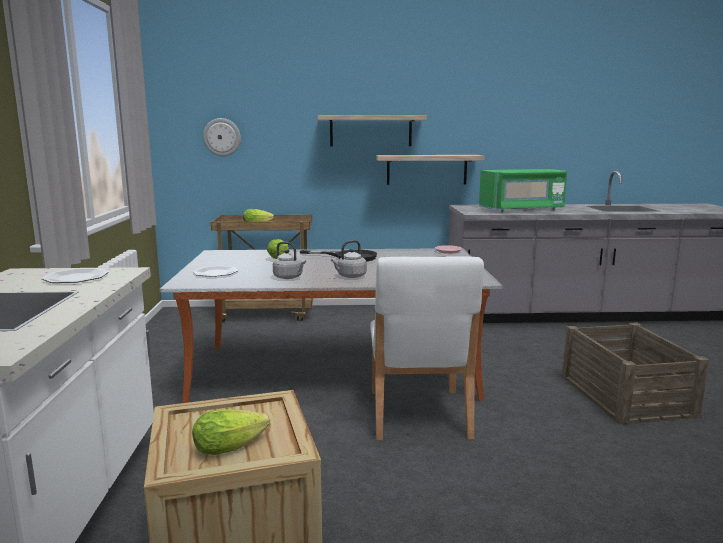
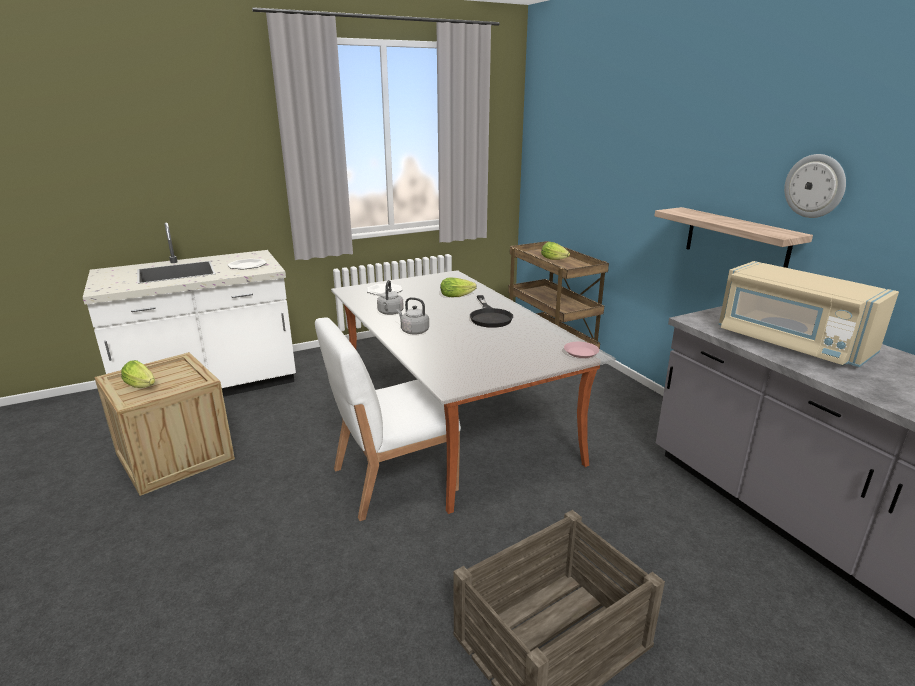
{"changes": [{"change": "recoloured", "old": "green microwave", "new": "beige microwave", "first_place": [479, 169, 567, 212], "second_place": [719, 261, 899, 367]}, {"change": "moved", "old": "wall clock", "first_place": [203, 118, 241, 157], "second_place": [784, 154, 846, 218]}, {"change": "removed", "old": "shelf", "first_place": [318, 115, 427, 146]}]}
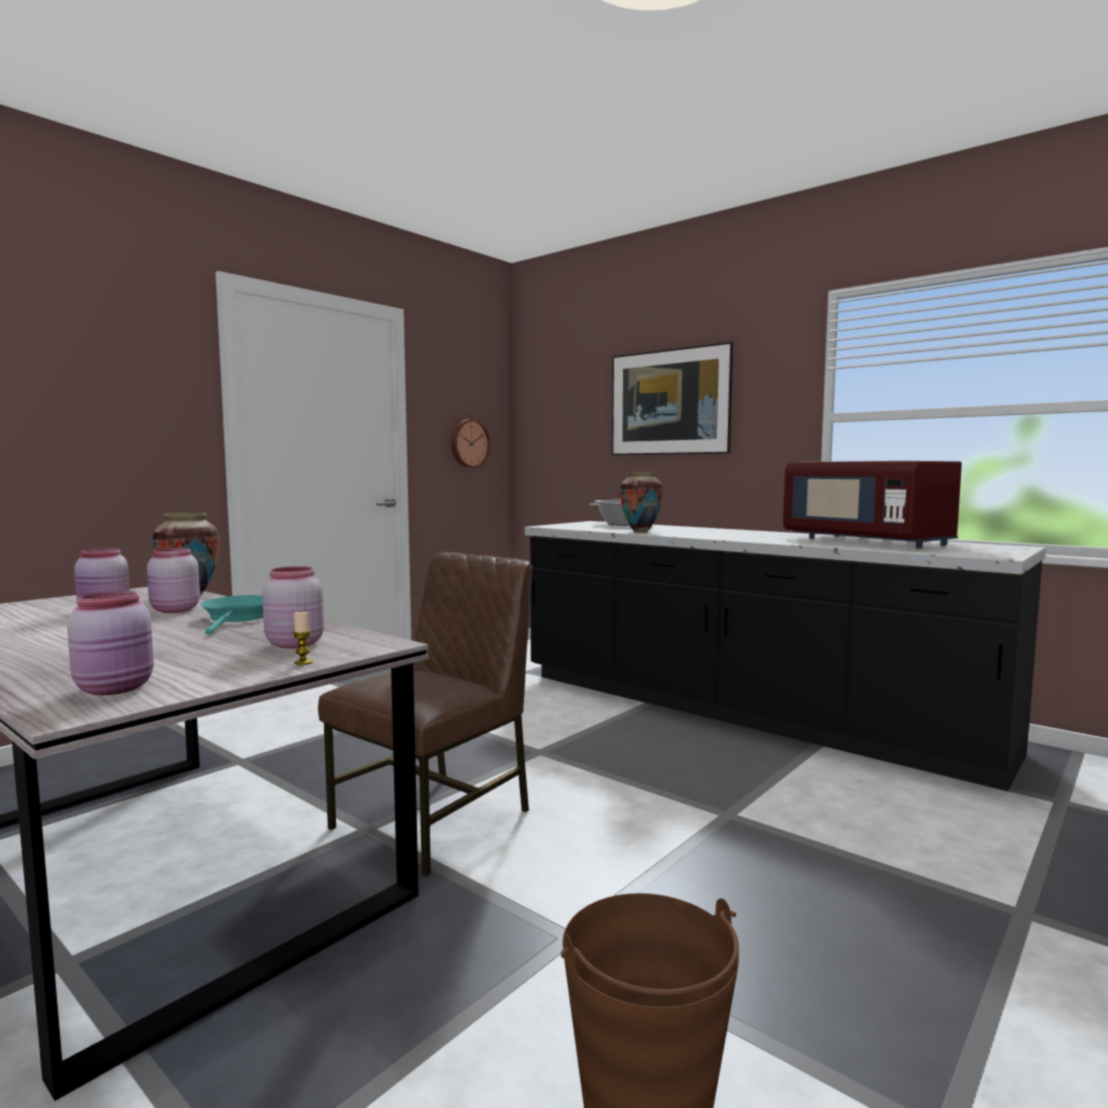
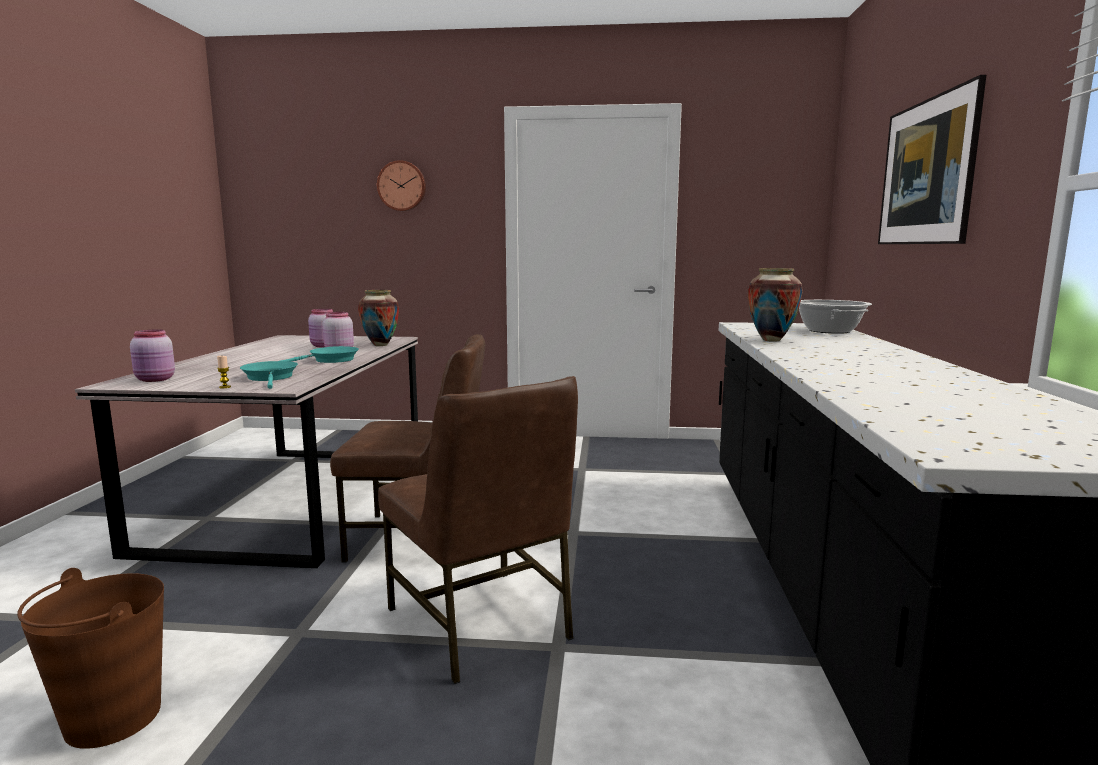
{"changes": [{"change": "replaced", "old": "pink jar", "new": "turquoise frying pan", "first_place": [262, 566, 324, 648], "second_place": [240, 361, 298, 389]}, {"change": "moved", "old": "wall clock", "first_place": [451, 419, 490, 468], "second_place": [377, 160, 426, 211]}, {"change": "added", "new": "brown chair", "second_place": [378, 376, 578, 684]}, {"change": "removed", "old": "red microwave", "first_place": [783, 461, 962, 548]}]}
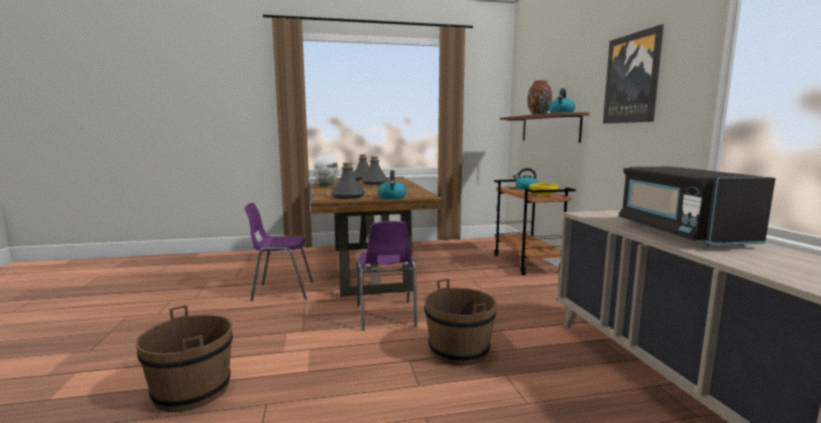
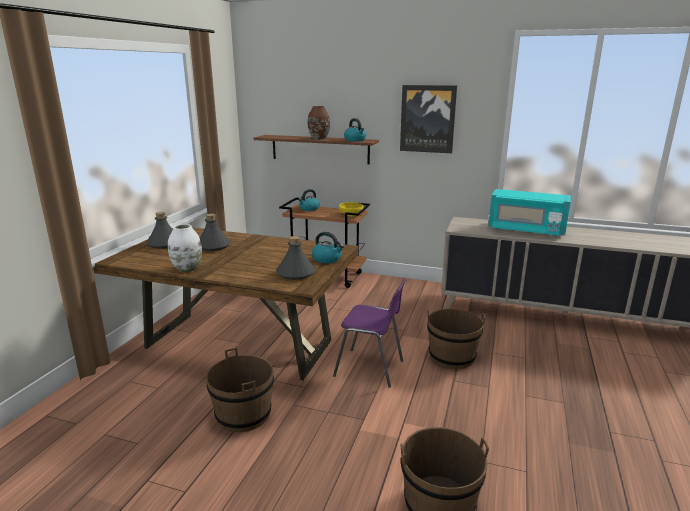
{"changes": [{"change": "replaced", "old": "purple chair", "new": "brown bucket", "first_place": [244, 203, 313, 301], "second_place": [206, 348, 274, 432]}, {"change": "recoloured", "old": "black microwave", "new": "turquoise microwave", "first_place": [619, 166, 776, 247], "second_place": [488, 189, 571, 236]}]}
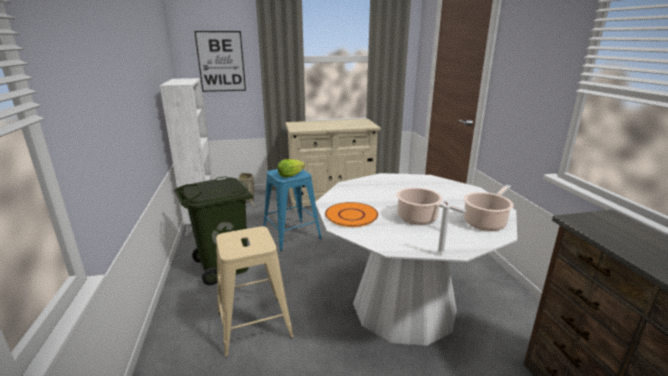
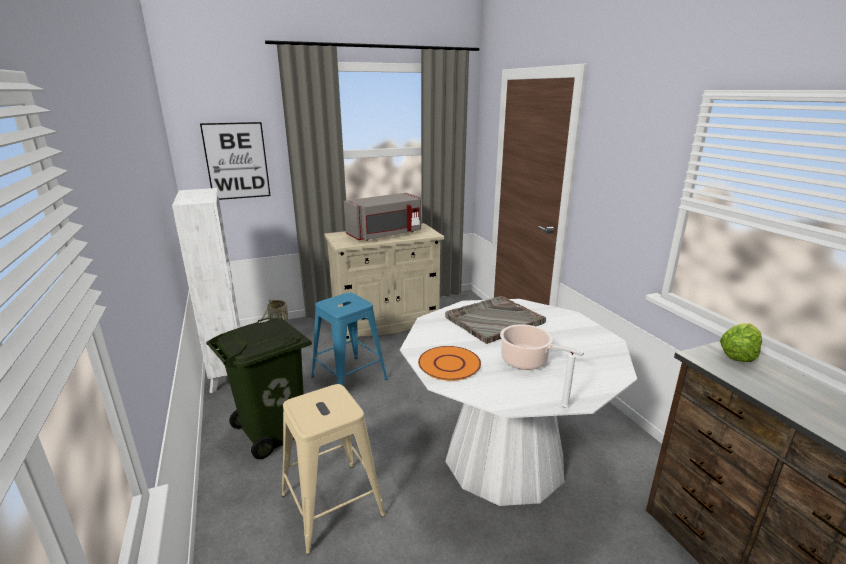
{"changes": [{"change": "added", "new": "grey microwave", "second_place": [344, 193, 421, 241]}, {"change": "added", "new": "grey tray", "second_place": [445, 296, 546, 344]}, {"change": "moved", "old": "lettuce", "first_place": [278, 159, 305, 178], "second_place": [720, 323, 762, 362]}, {"change": "removed", "old": "cooking pot", "first_place": [464, 185, 514, 231]}]}
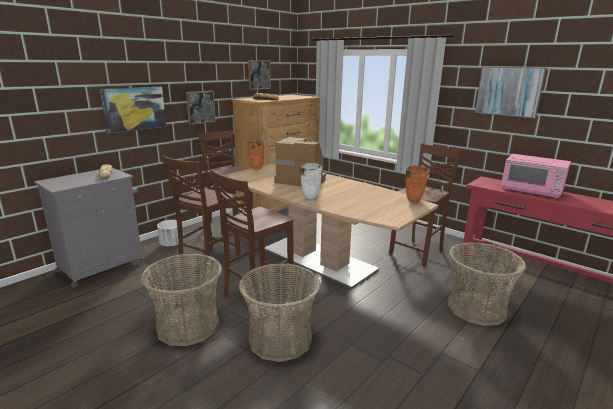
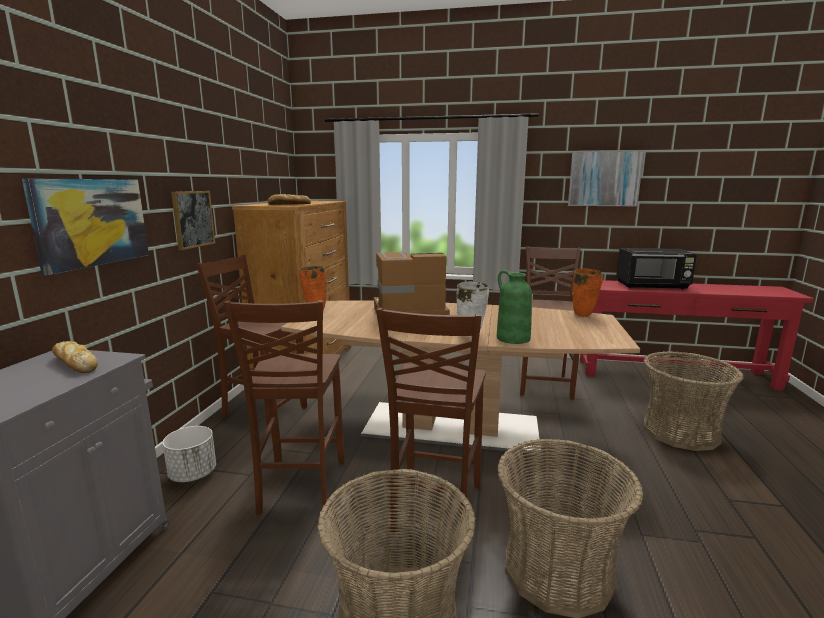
{"changes": [{"change": "added", "new": "green vase", "second_place": [497, 270, 532, 344]}, {"change": "recoloured", "old": "pink microwave", "new": "black microwave", "first_place": [501, 154, 571, 198], "second_place": [616, 248, 697, 289]}, {"change": "removed", "old": "picture", "first_place": [248, 60, 271, 90]}]}
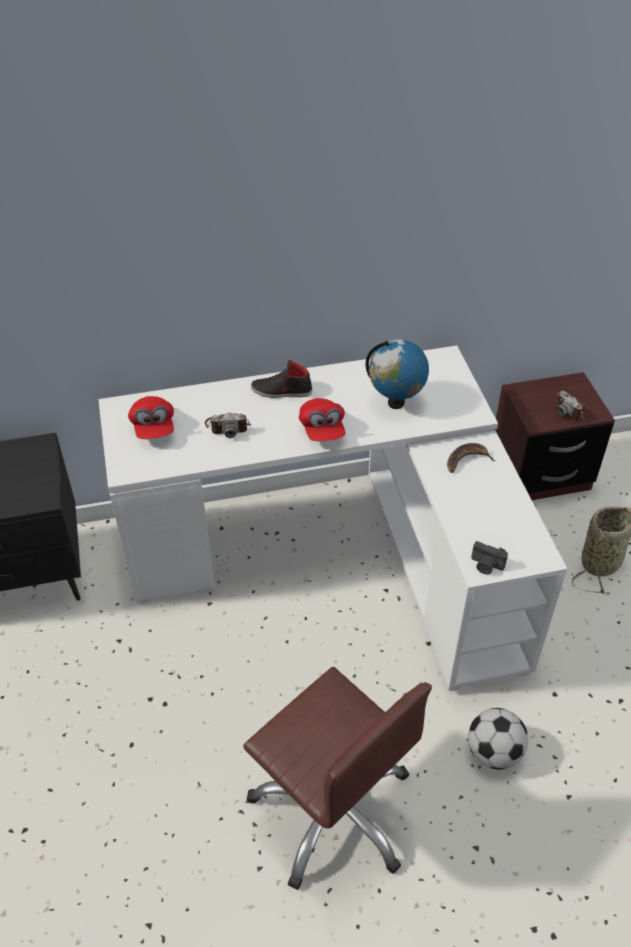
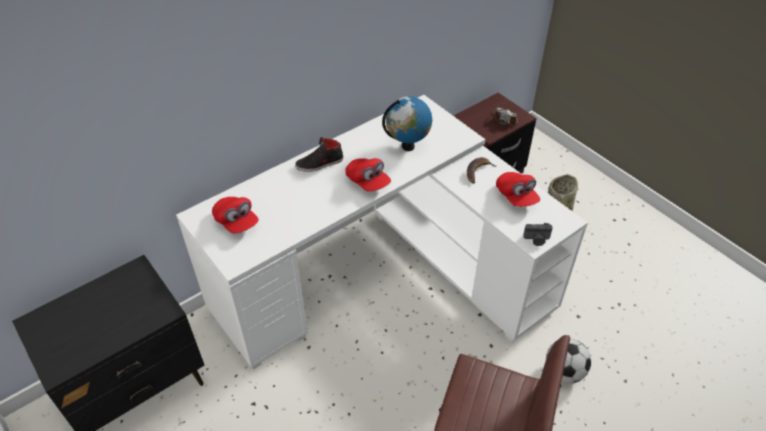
{"changes": [{"change": "added", "new": "red cap", "second_place": [496, 172, 540, 207]}, {"change": "removed", "old": "photo camera", "first_place": [205, 413, 251, 438]}]}
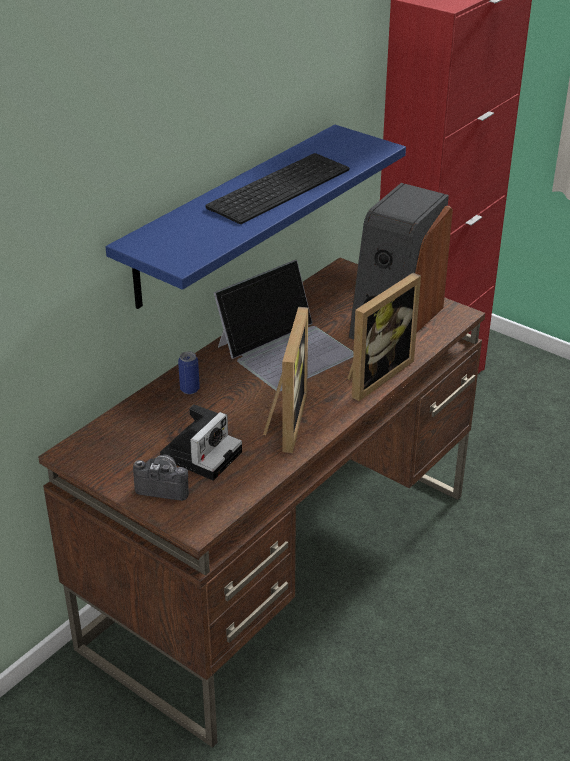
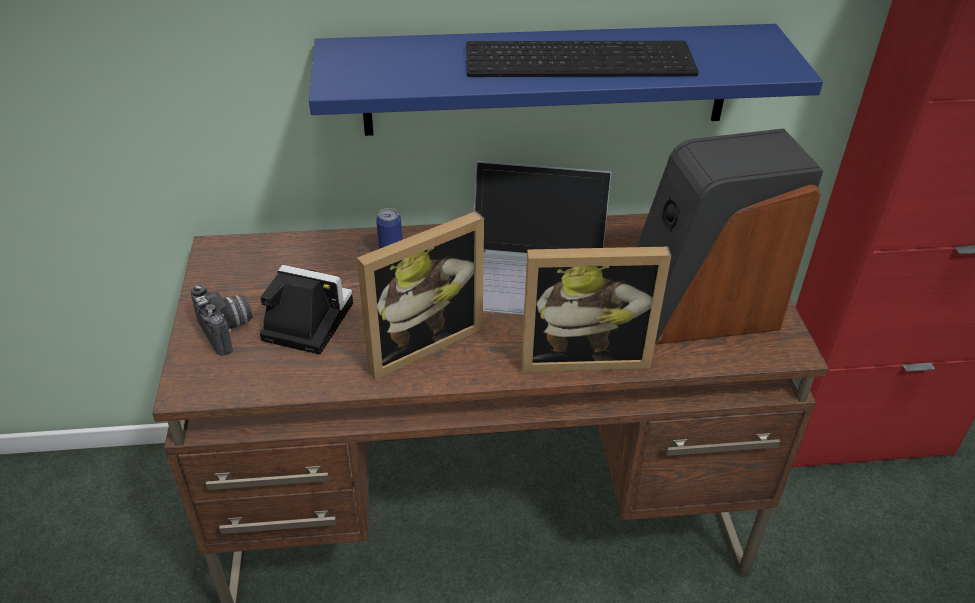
{"changes": [{"change": "turned", "old": "photo camera", "first_place": [160, 405, 242, 480], "second_place": [260, 265, 353, 354], "degrees": -150}]}
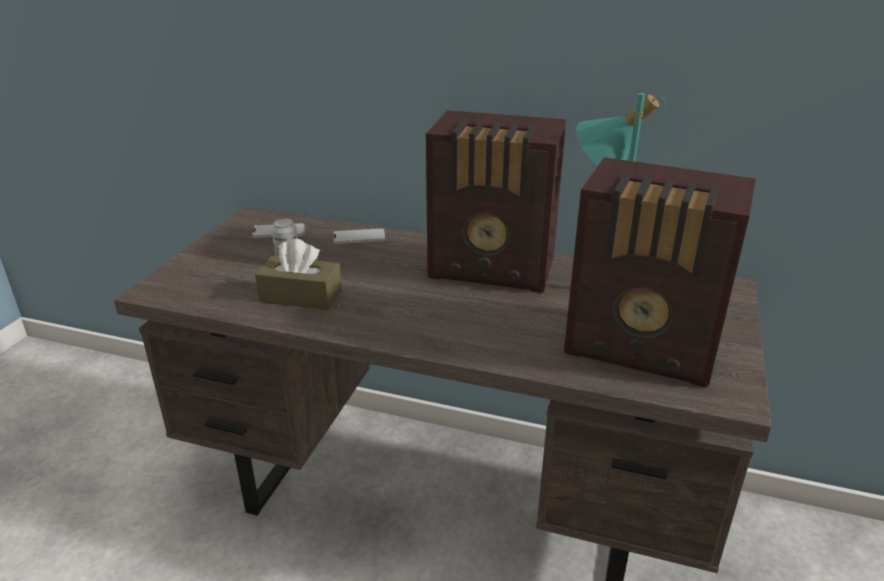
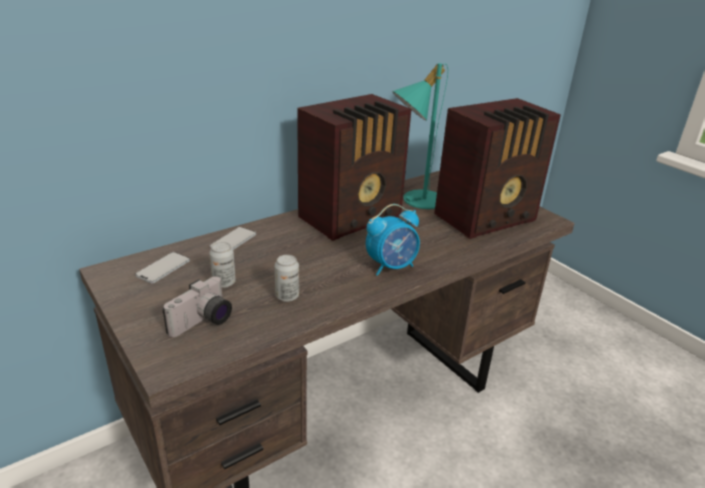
{"changes": [{"change": "added", "new": "photo camera", "second_place": [163, 277, 232, 337]}, {"change": "replaced", "old": "brown tissue box", "new": "can", "first_place": [255, 239, 342, 310], "second_place": [275, 255, 299, 302]}, {"change": "added", "new": "alarm clock", "second_place": [366, 204, 420, 276]}]}
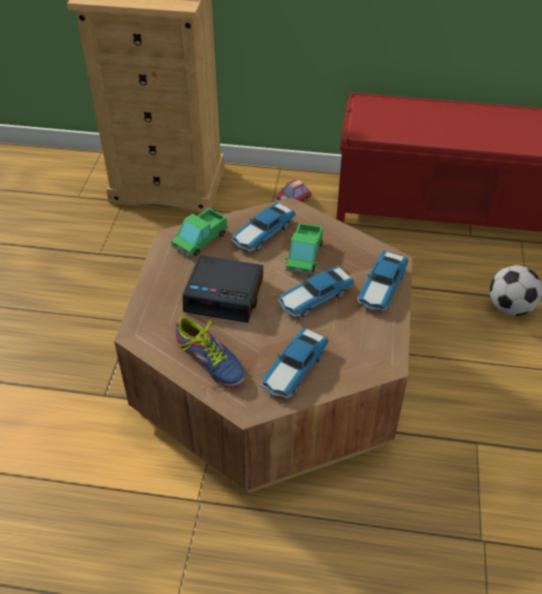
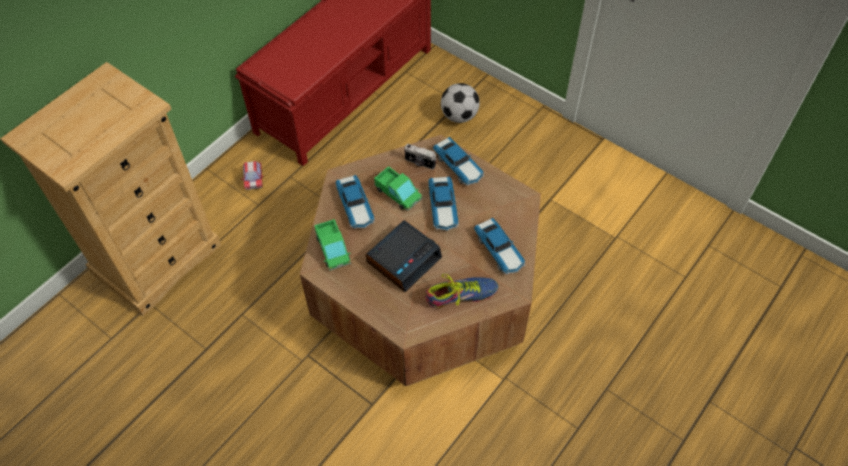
{"changes": [{"change": "added", "new": "photo camera", "second_place": [404, 144, 437, 170]}]}
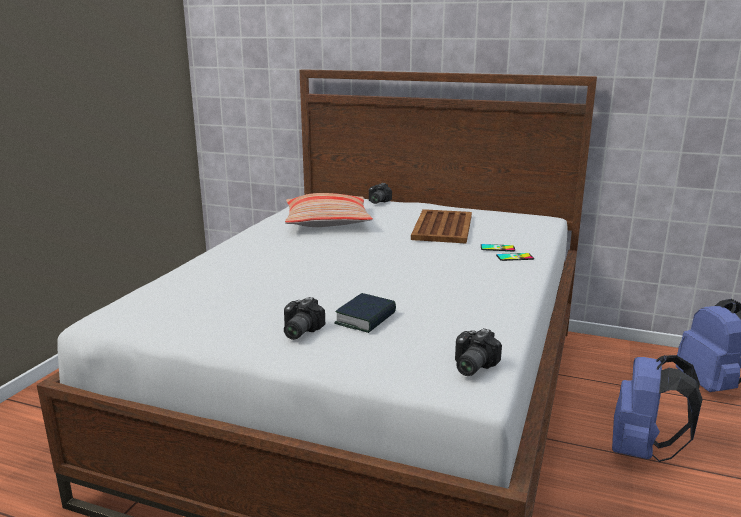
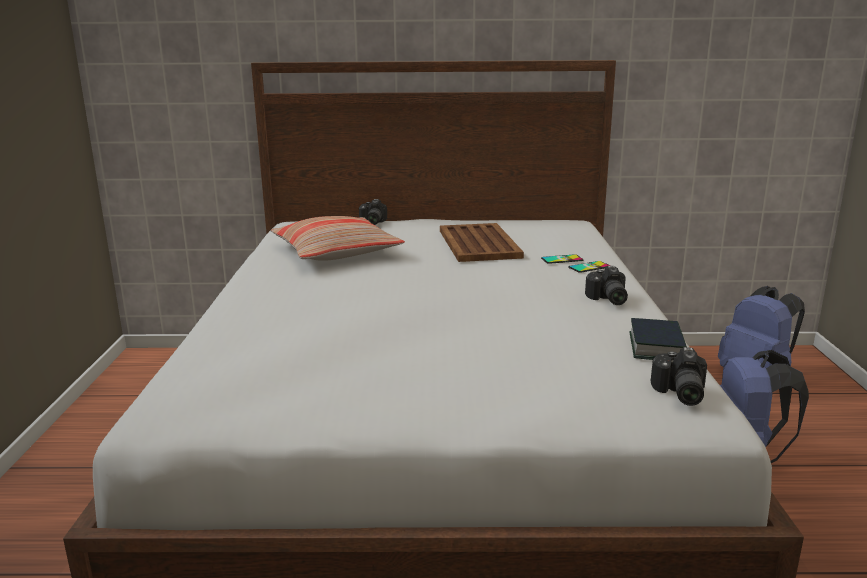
{"changes": [{"change": "moved", "old": "photo camera", "first_place": [284, 297, 325, 340], "second_place": [585, 266, 628, 305]}, {"change": "moved", "old": "book", "first_place": [334, 293, 396, 333], "second_place": [630, 318, 687, 360]}]}
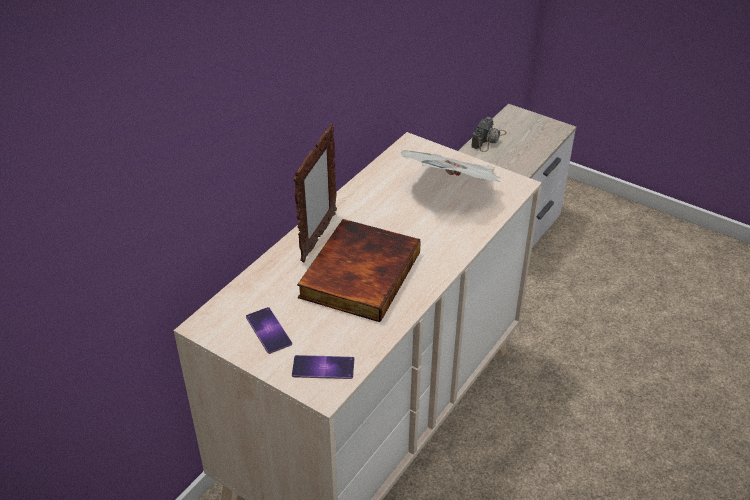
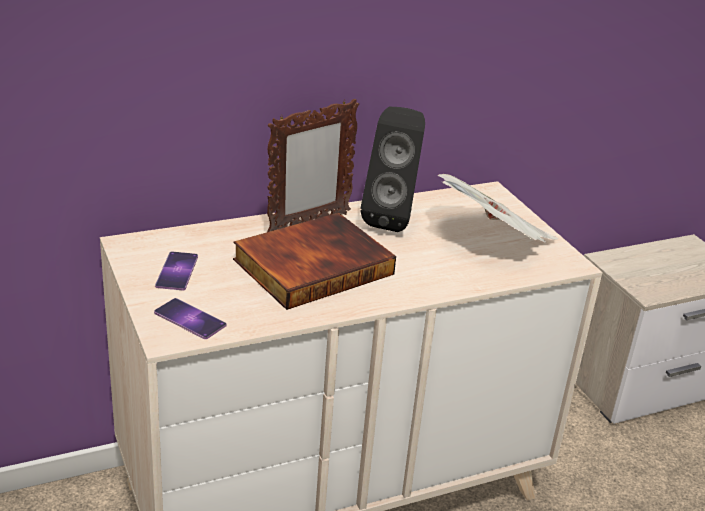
{"changes": [{"change": "added", "new": "black speaker", "second_place": [360, 106, 425, 232]}, {"change": "removed", "old": "photo camera", "first_place": [471, 117, 507, 152]}]}
